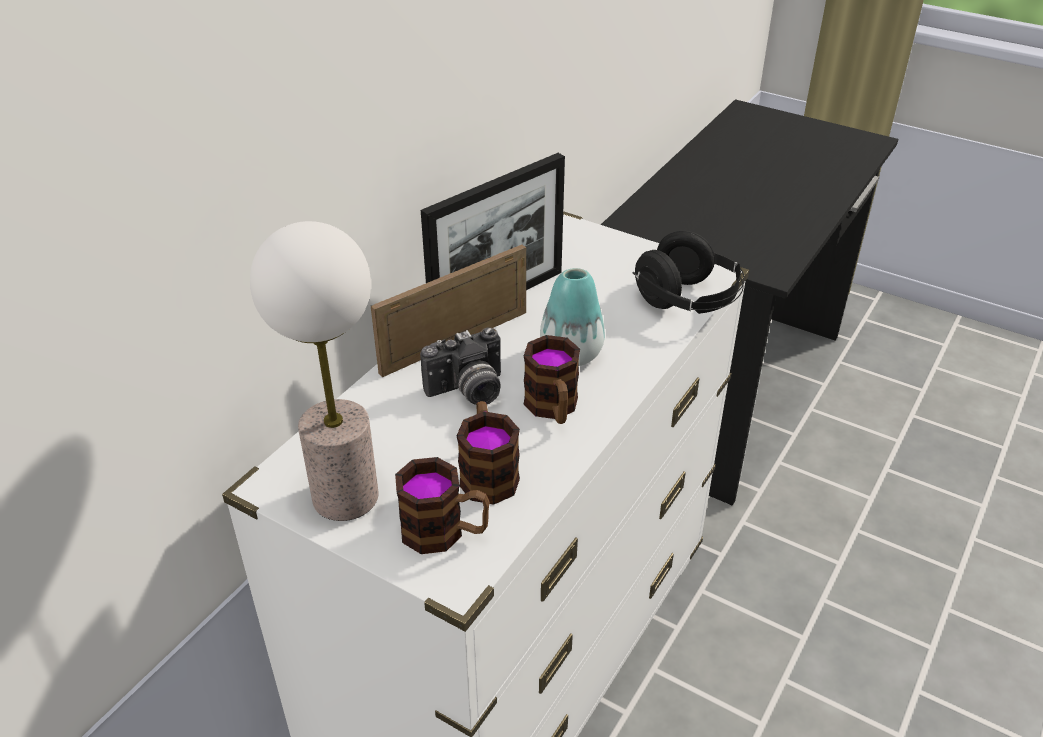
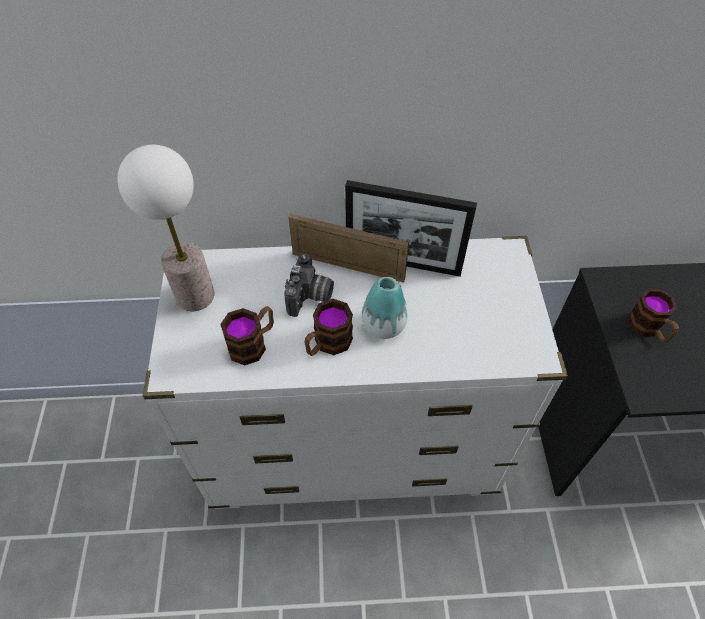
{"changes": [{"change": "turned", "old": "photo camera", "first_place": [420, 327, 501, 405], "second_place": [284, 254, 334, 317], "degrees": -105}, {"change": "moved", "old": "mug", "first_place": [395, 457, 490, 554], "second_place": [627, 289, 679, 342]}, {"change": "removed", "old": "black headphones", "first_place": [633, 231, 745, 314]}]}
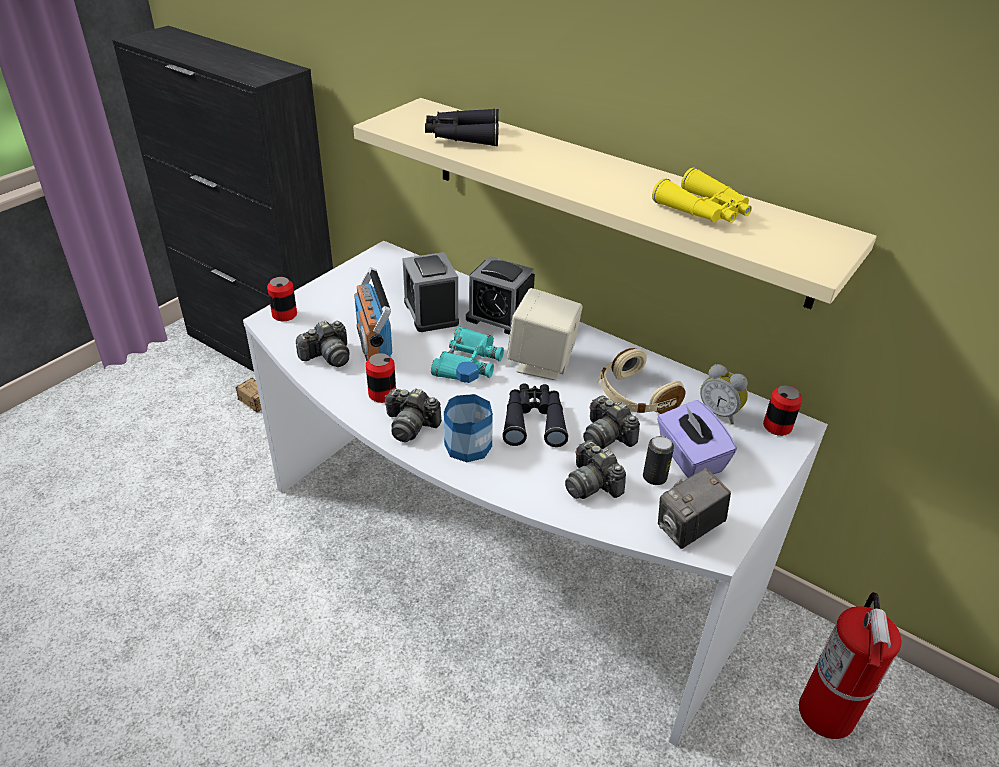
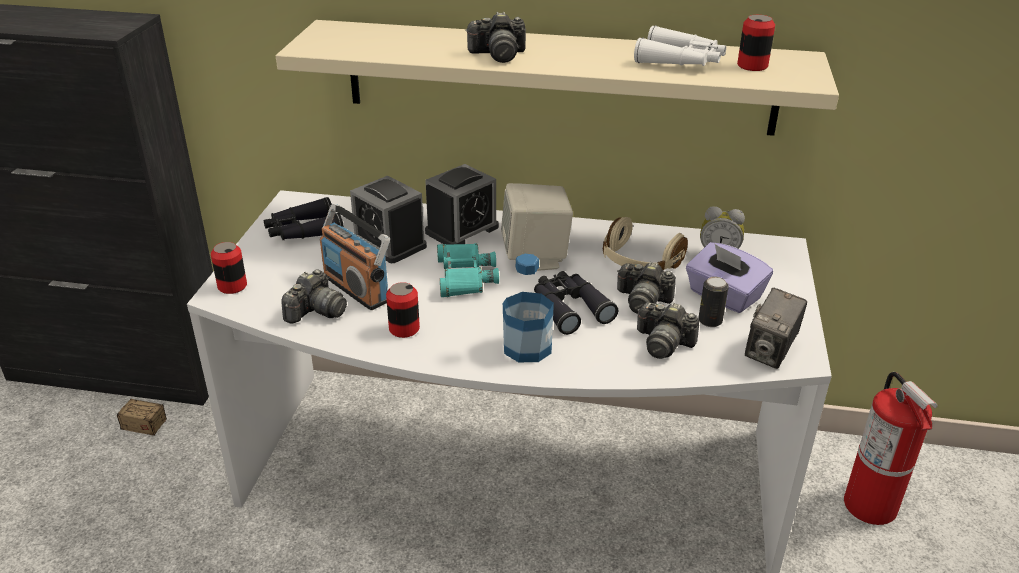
{"changes": [{"change": "moved", "old": "black binoculars", "first_place": [425, 108, 499, 147], "second_place": [264, 197, 344, 240]}, {"change": "turned", "old": "alarm clock", "first_place": [466, 256, 535, 335], "second_place": [425, 164, 499, 244], "degrees": -45}, {"change": "moved", "old": "photo camera", "first_place": [385, 388, 442, 442], "second_place": [465, 12, 526, 63]}, {"change": "recoloured", "old": "yellow binoculars", "new": "white binoculars", "first_place": [652, 168, 752, 223], "second_place": [634, 25, 726, 66]}, {"change": "moved", "old": "can", "first_place": [763, 385, 802, 436], "second_place": [737, 15, 775, 71]}]}
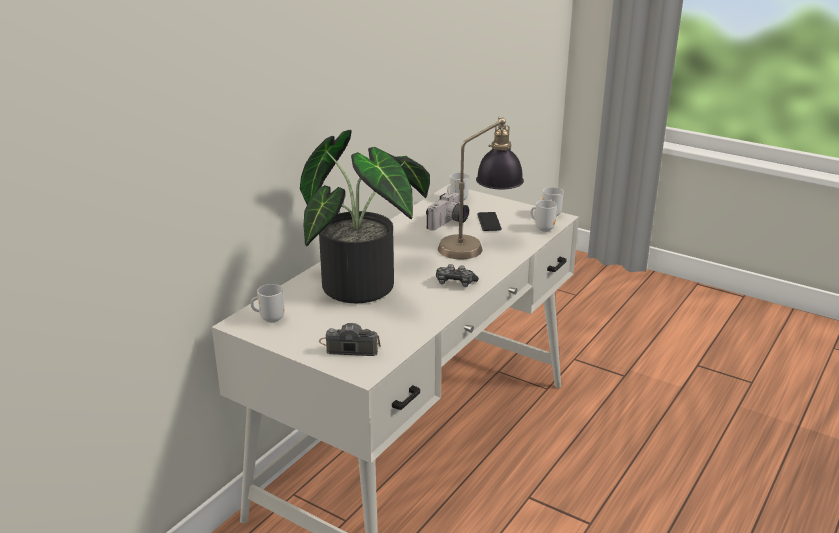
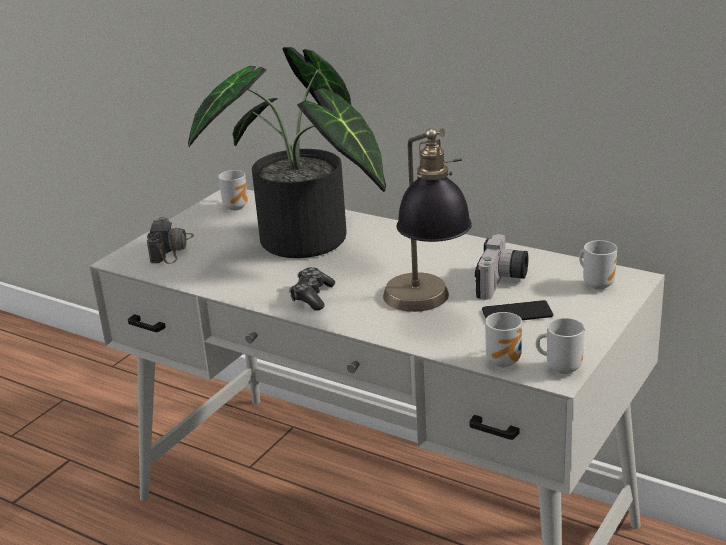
{"changes": [{"change": "turned", "old": "photo camera", "first_place": [426, 193, 469, 231], "second_place": [475, 234, 528, 300], "degrees": -105}]}
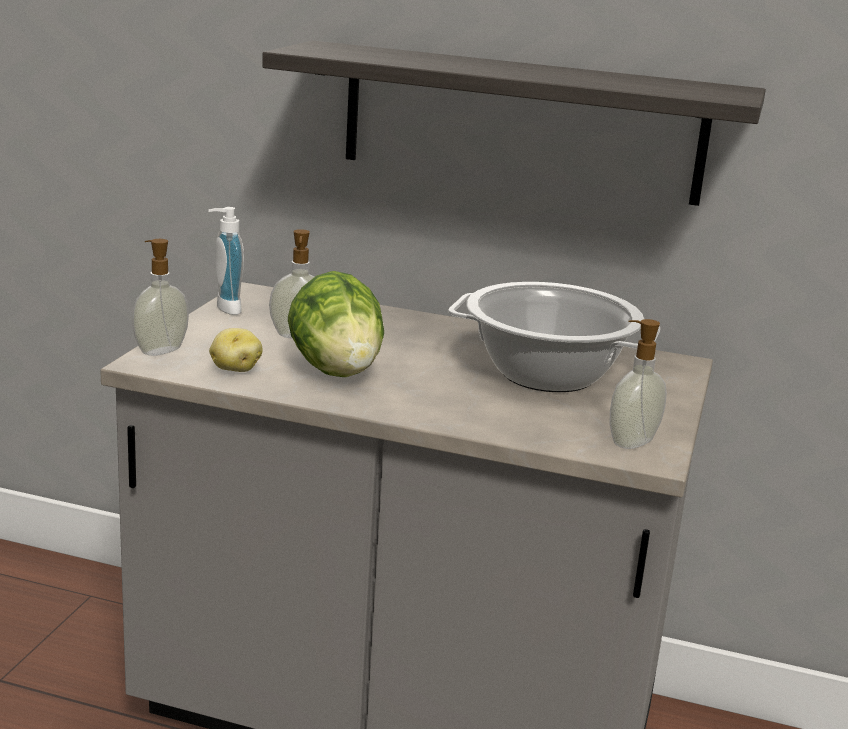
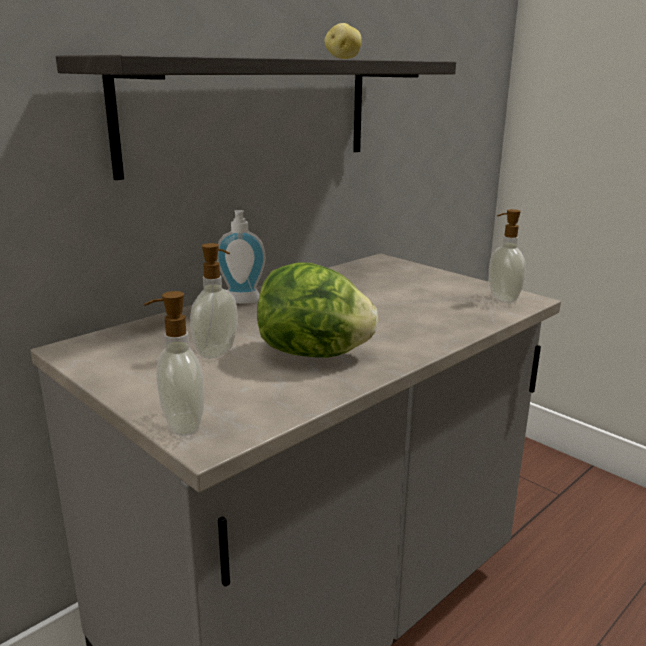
{"changes": [{"change": "moved", "old": "soap dispenser", "first_place": [208, 207, 244, 315], "second_place": [217, 210, 266, 304]}, {"change": "moved", "old": "potato", "first_place": [209, 328, 263, 372], "second_place": [324, 23, 361, 59]}, {"change": "removed", "old": "cooking pot", "first_place": [448, 282, 660, 392]}]}
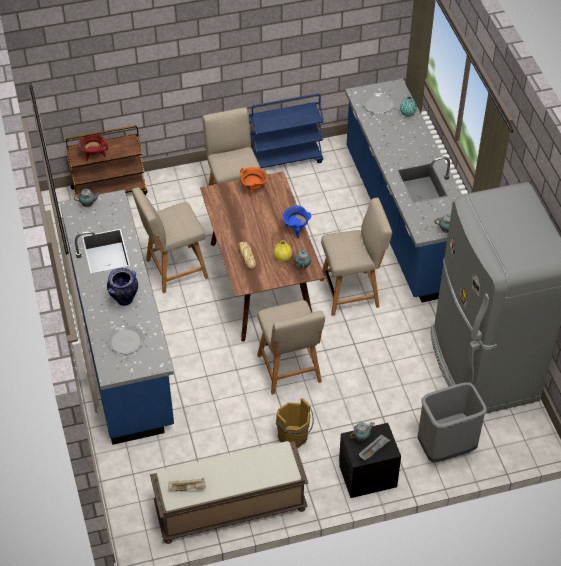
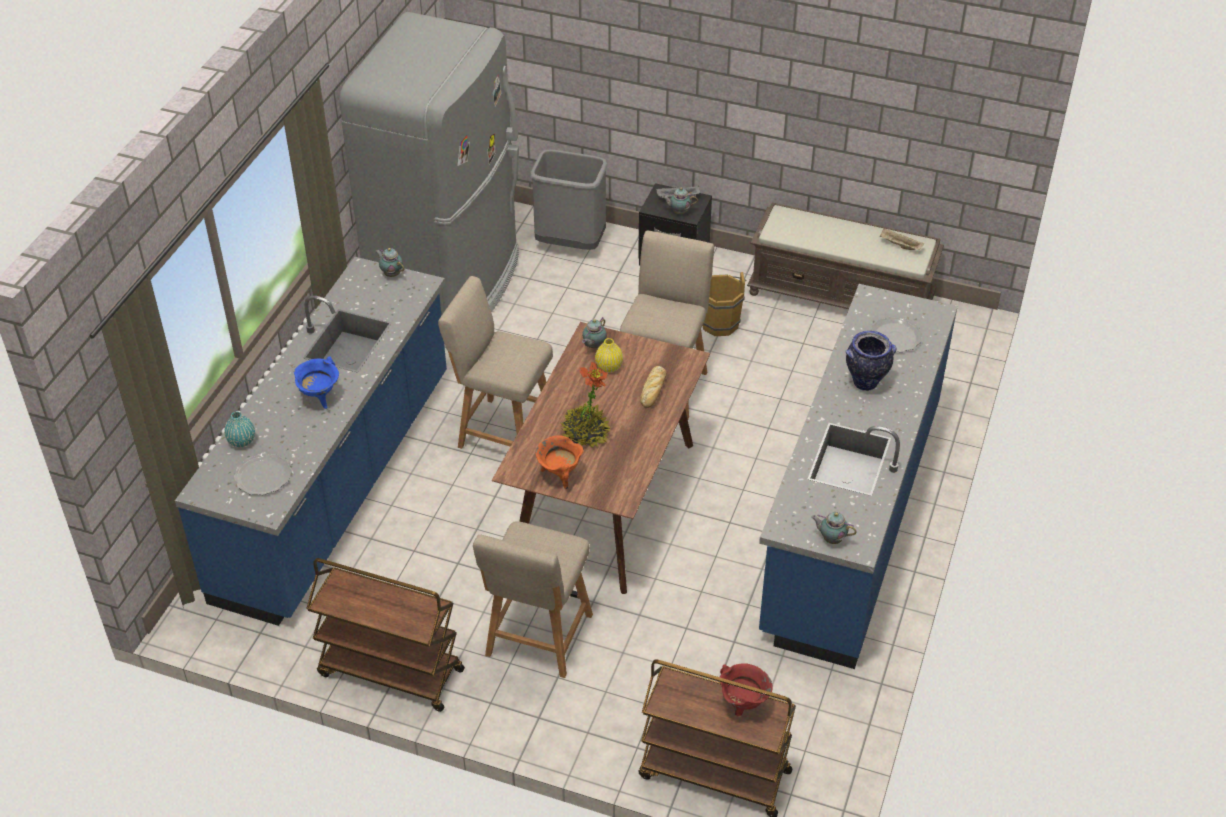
{"changes": [{"change": "moved", "old": "blue cooking pot", "first_place": [283, 206, 311, 238], "second_place": [294, 357, 339, 409]}, {"change": "recoloured", "old": "blue cart", "new": "brown cart", "first_place": [249, 93, 324, 168], "second_place": [306, 558, 465, 712]}, {"change": "added", "new": "potted plant", "second_place": [561, 362, 610, 448]}, {"change": "removed", "old": "beige chair", "first_place": [132, 187, 208, 293]}]}
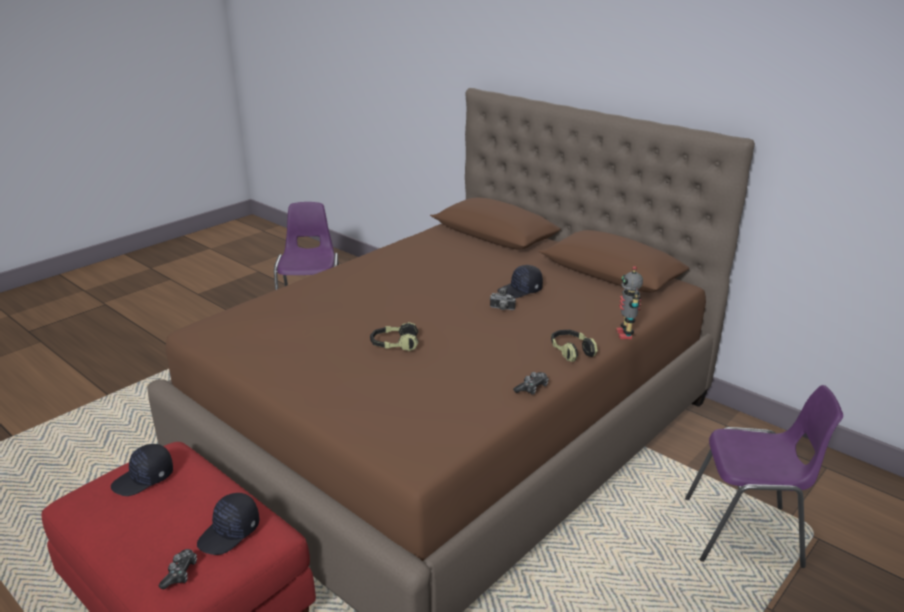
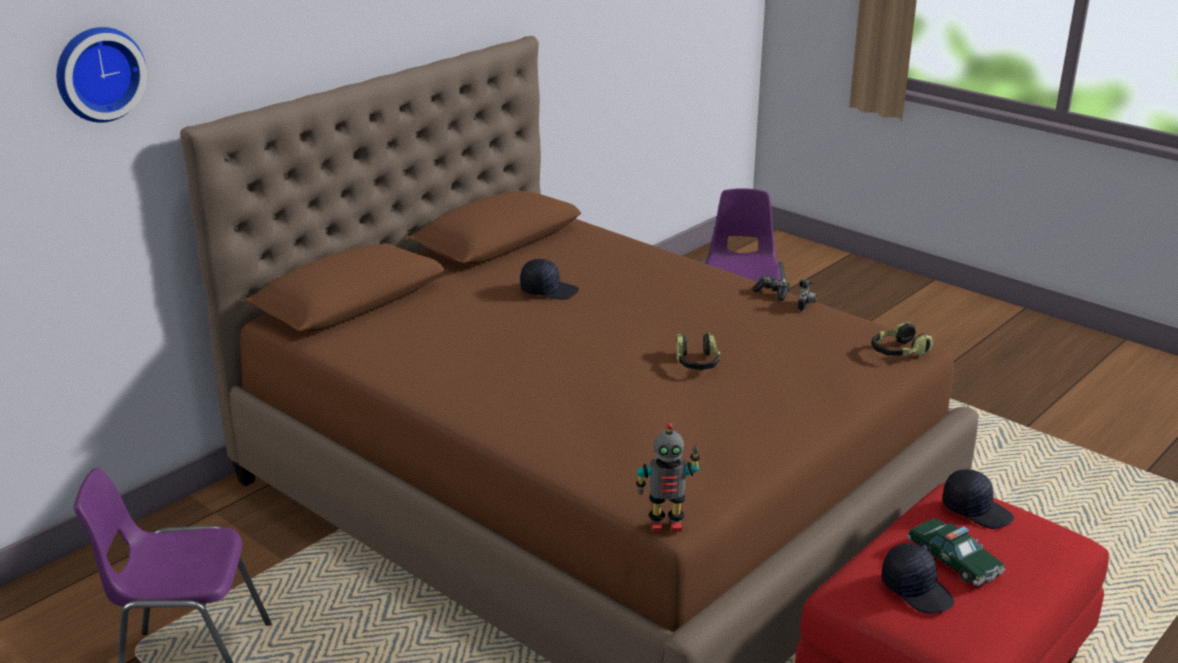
{"changes": [{"change": "added", "new": "wall clock", "second_place": [56, 27, 147, 123]}, {"change": "turned", "old": "black cap", "first_place": [497, 265, 543, 298], "second_place": [520, 259, 579, 300], "degrees": -60}, {"change": "moved", "old": "toy robot", "first_place": [616, 266, 643, 339], "second_place": [636, 423, 700, 532]}, {"change": "moved", "old": "photo camera", "first_place": [490, 287, 516, 310], "second_place": [797, 280, 817, 312]}, {"change": "moved", "old": "headphones", "first_place": [551, 330, 598, 362], "second_place": [871, 322, 934, 357]}, {"change": "added", "new": "toy car", "second_place": [907, 518, 1005, 586]}, {"change": "removed", "old": "game controller", "first_place": [159, 549, 197, 589]}]}
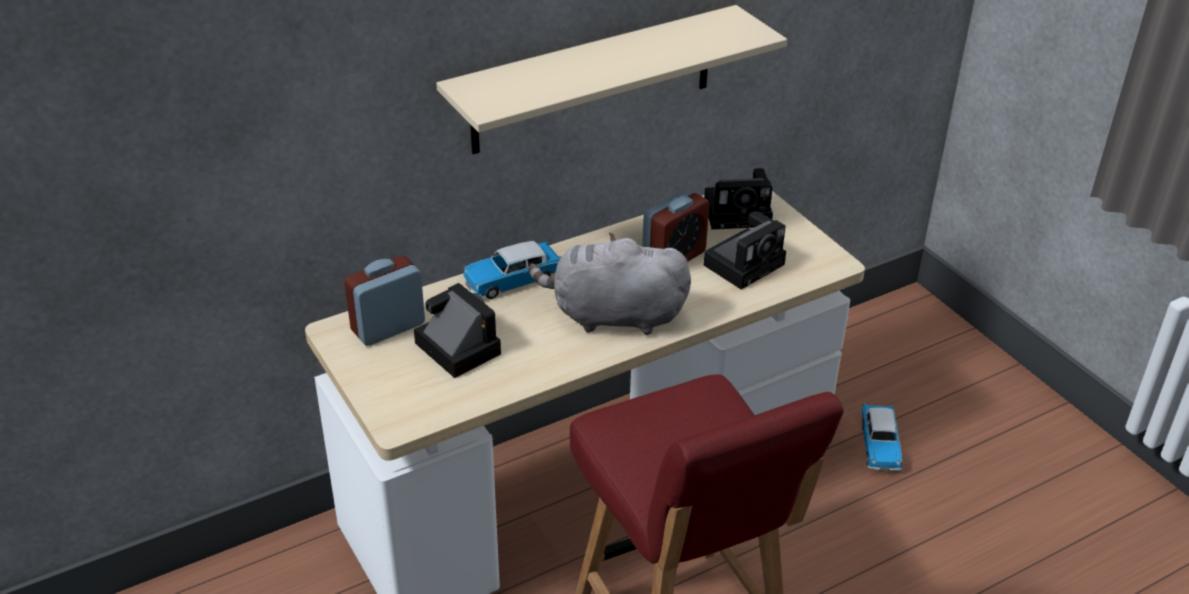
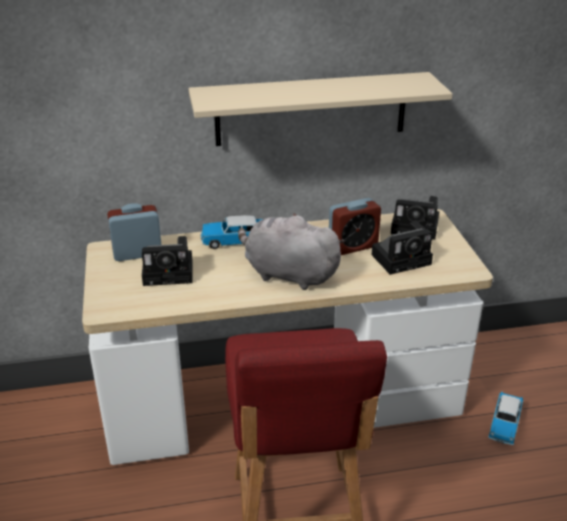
{"changes": [{"change": "turned", "old": "photo camera", "first_place": [414, 283, 501, 378], "second_place": [142, 236, 193, 286], "degrees": 105}]}
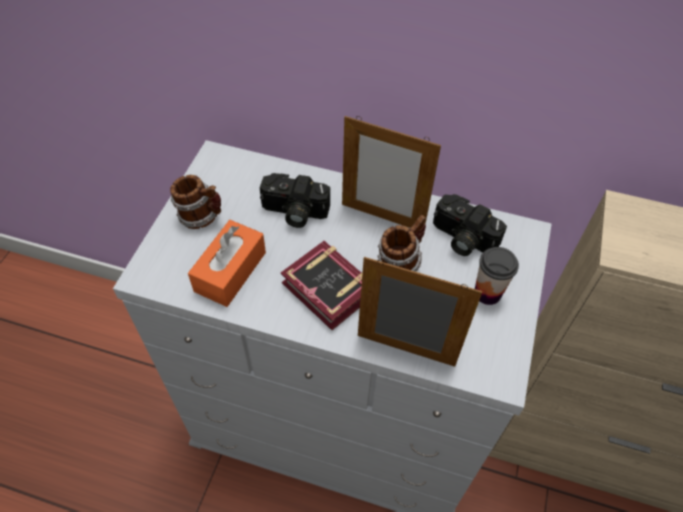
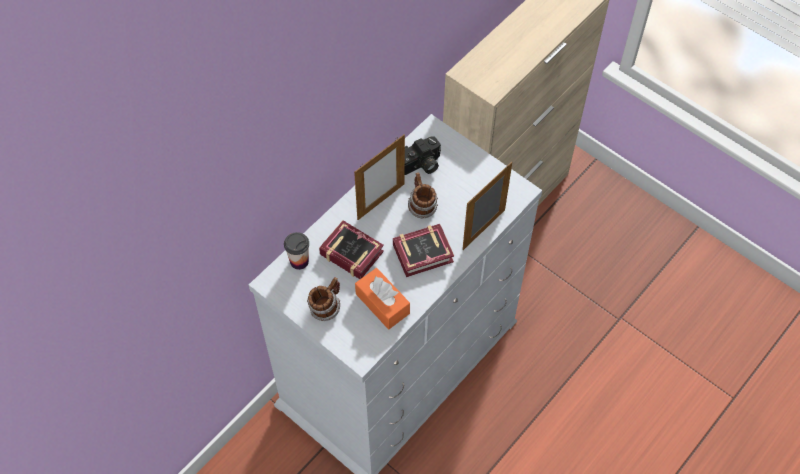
{"changes": [{"change": "moved", "old": "cup", "first_place": [475, 247, 519, 305], "second_place": [284, 232, 309, 270]}, {"change": "replaced", "old": "photo camera", "new": "book", "first_place": [260, 173, 330, 228], "second_place": [319, 220, 384, 279]}]}
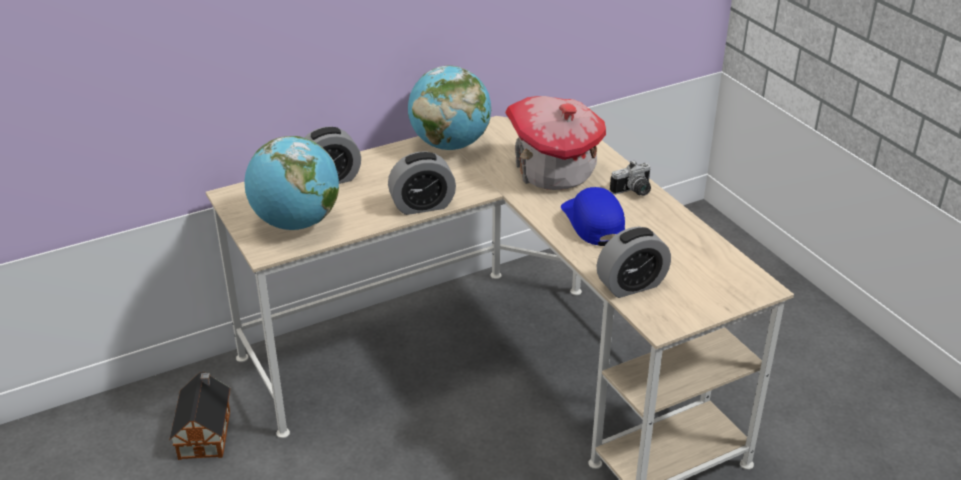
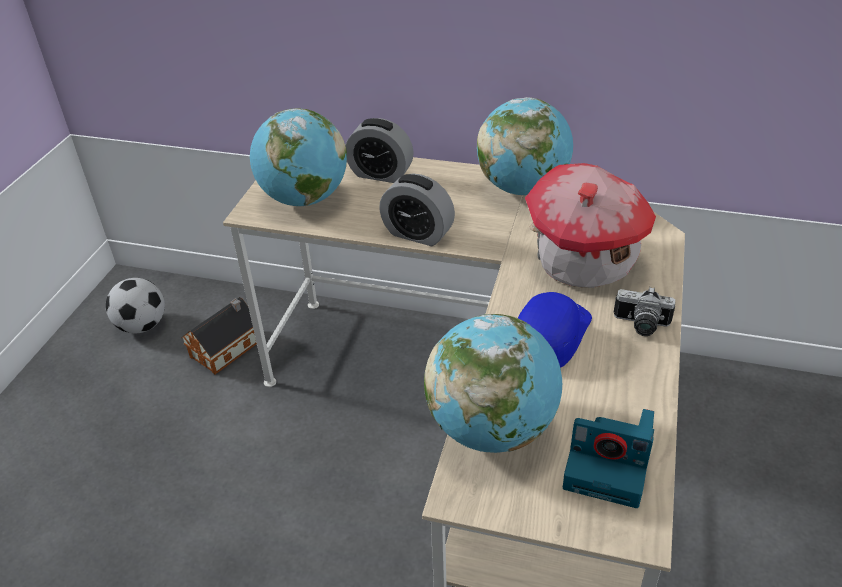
{"changes": [{"change": "added", "new": "football", "second_place": [106, 278, 165, 333]}, {"change": "replaced", "old": "alarm clock", "new": "globe", "first_place": [597, 226, 671, 298], "second_place": [424, 314, 562, 453]}, {"change": "added", "new": "photo camera", "second_place": [563, 409, 654, 508]}]}
